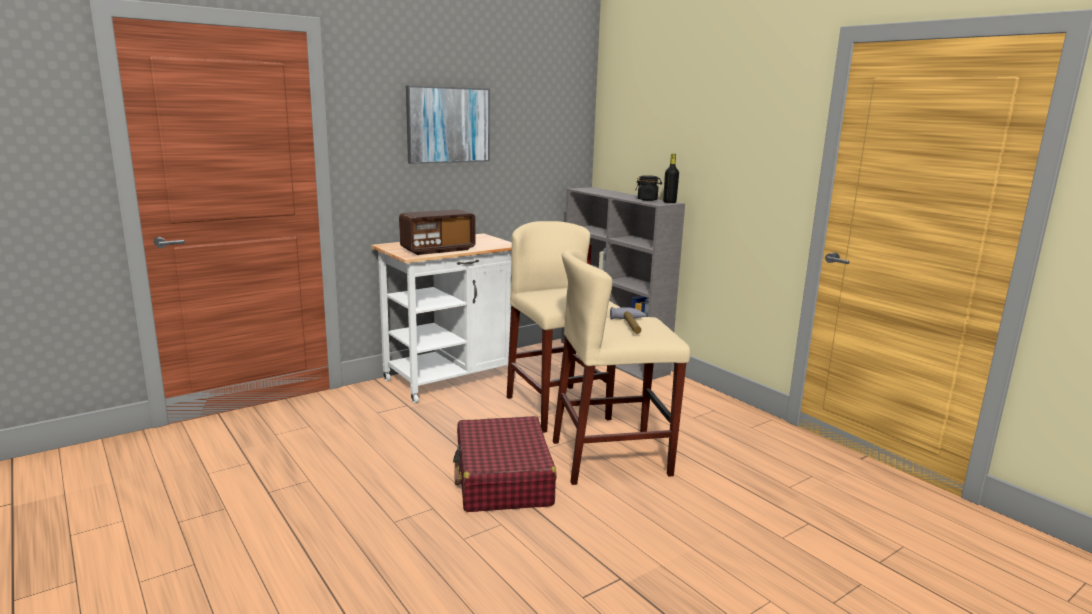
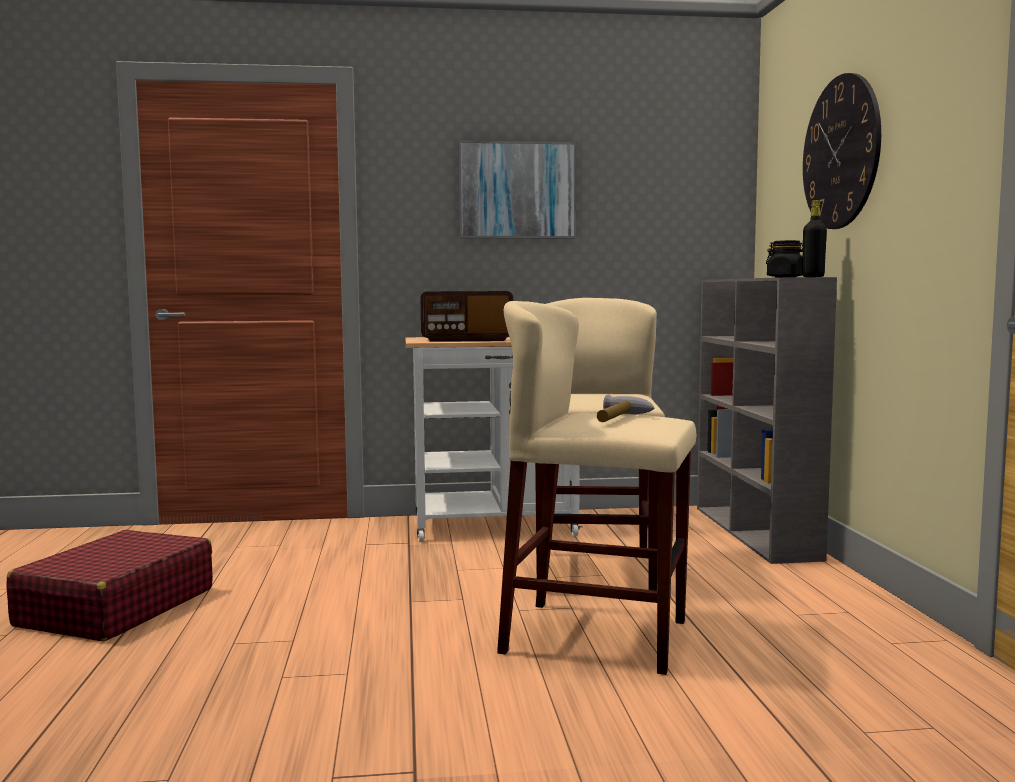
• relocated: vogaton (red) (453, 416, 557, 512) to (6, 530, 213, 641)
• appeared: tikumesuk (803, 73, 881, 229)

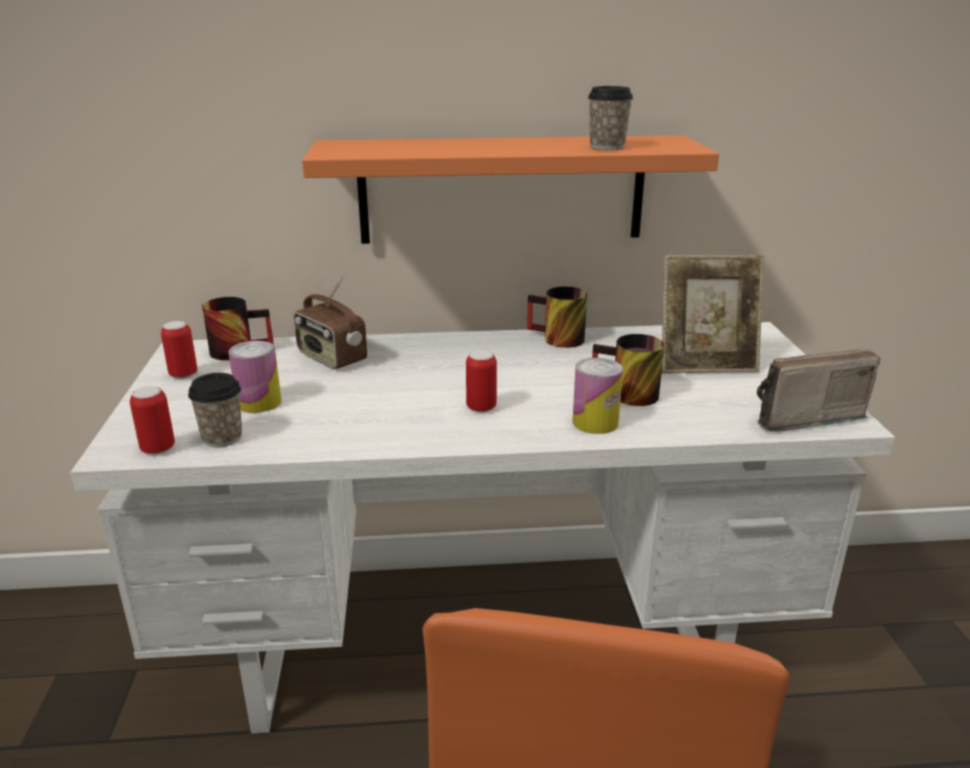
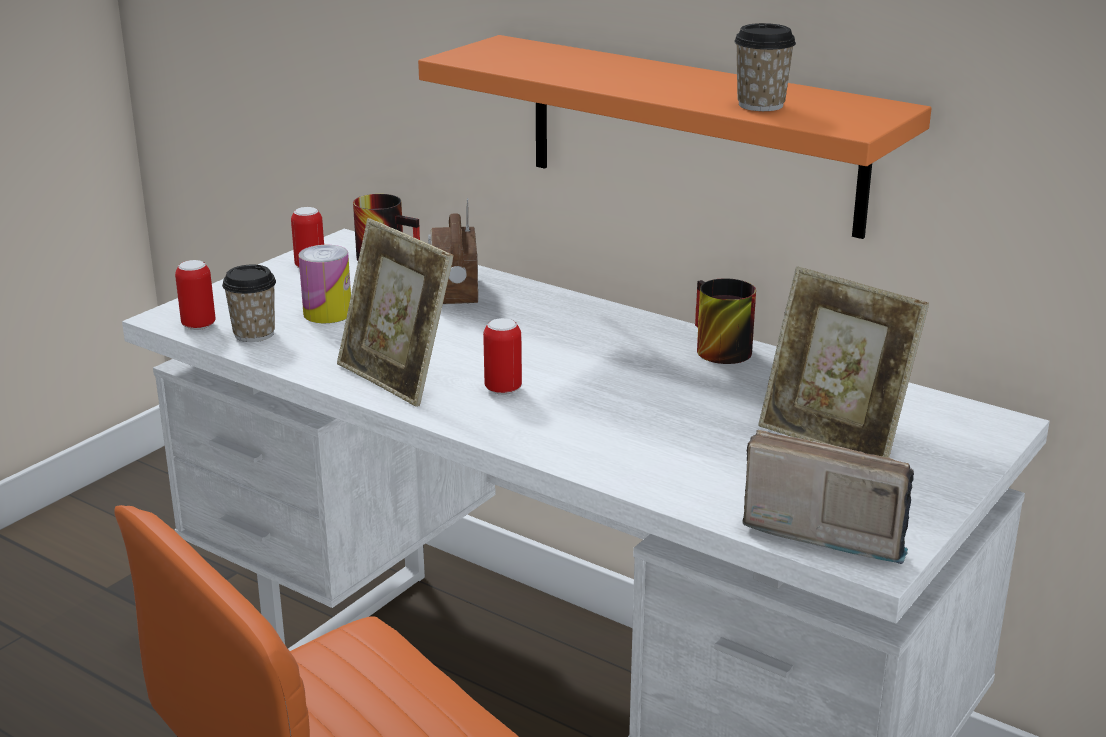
• missing: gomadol (592, 334, 665, 406)
• missing: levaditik (573, 358, 623, 434)
• appeared: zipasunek (337, 218, 454, 407)

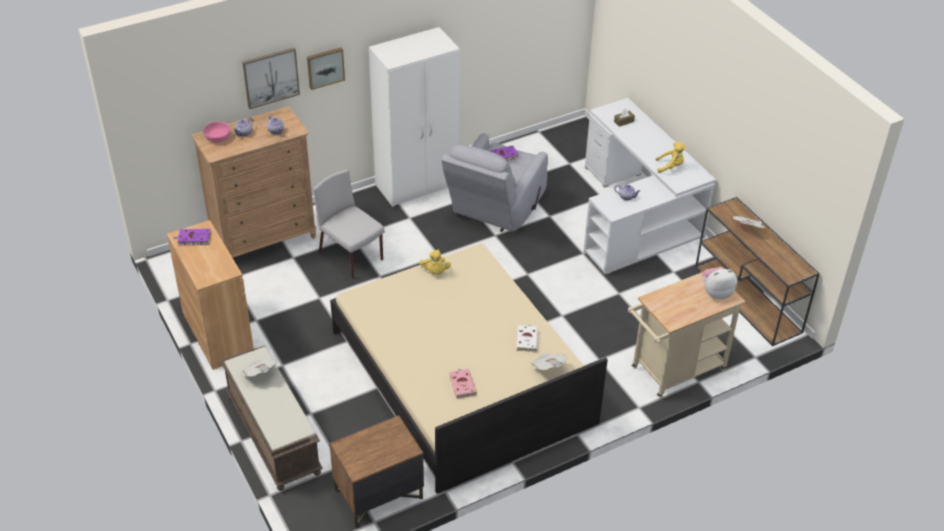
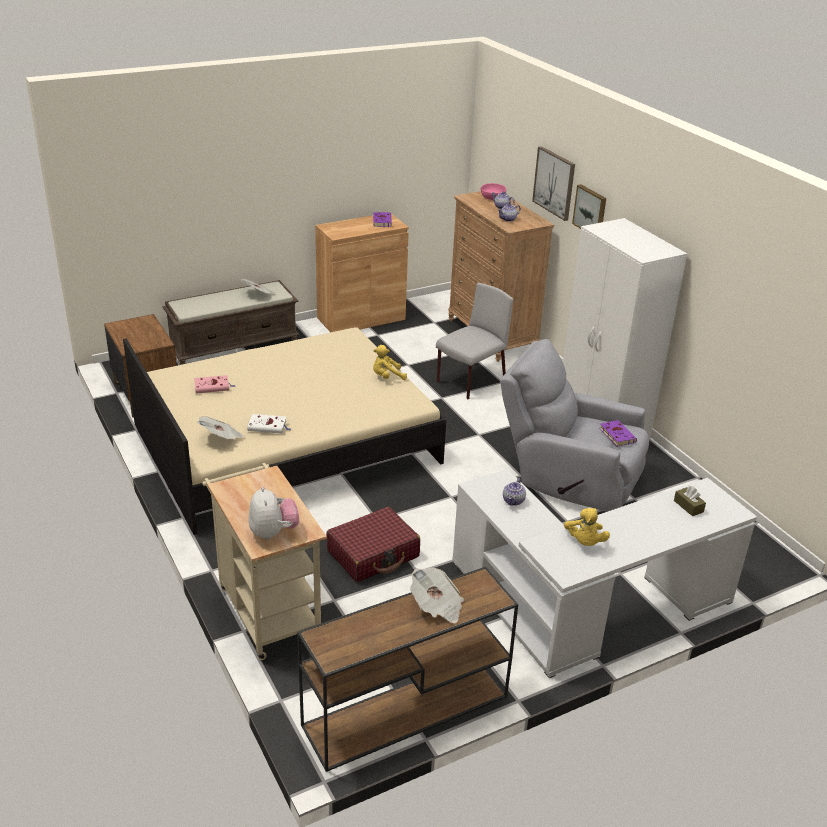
• appeared: vogaton (red) (326, 507, 420, 582)

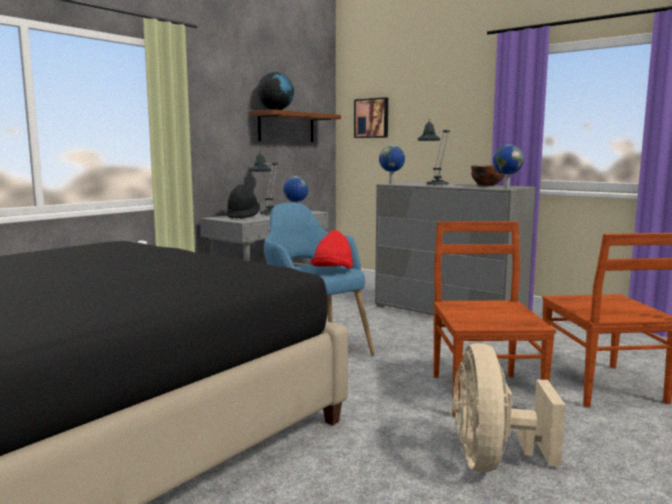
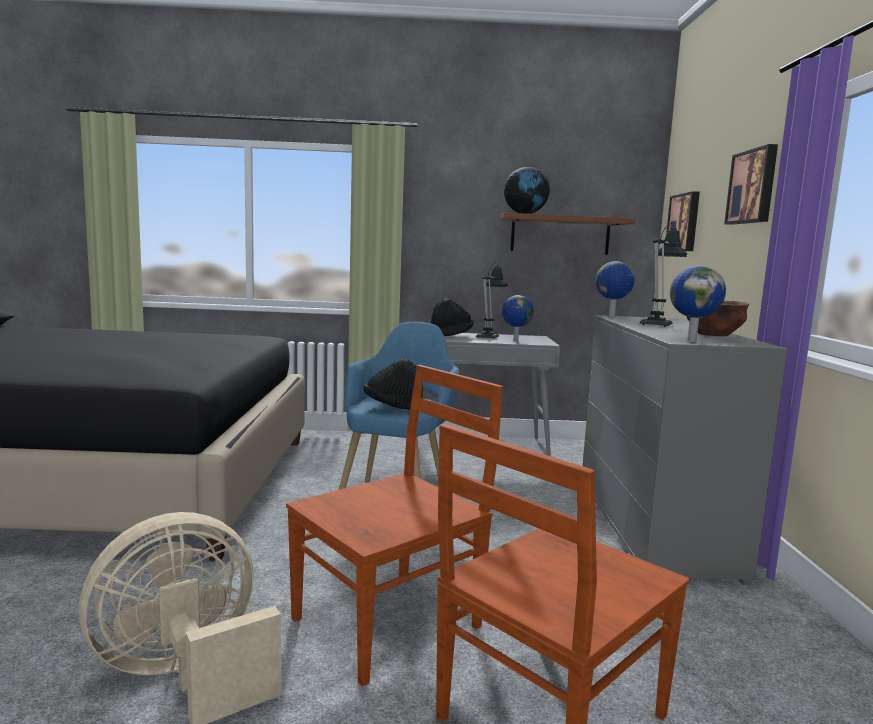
• colour: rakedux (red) (311, 230, 353, 269) to rakedux (black) (364, 359, 423, 410)
• appeared: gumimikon (724, 144, 778, 225)

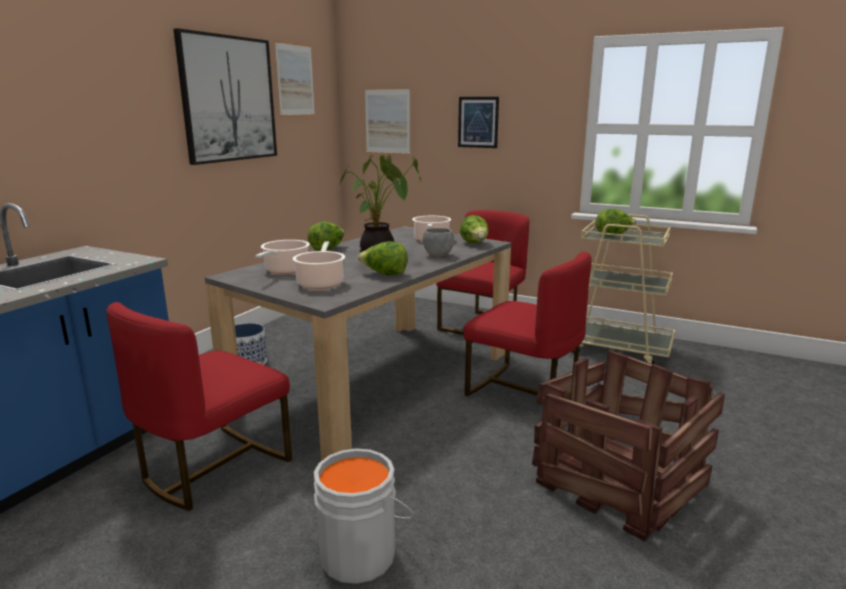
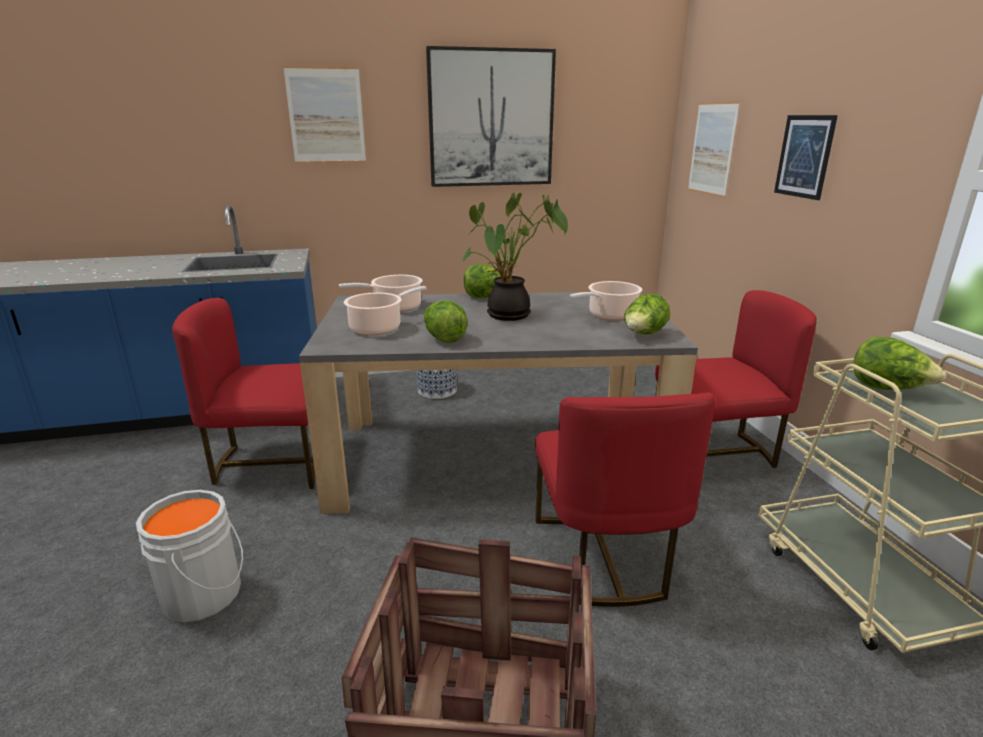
• relocated: gumimikon (275, 41, 315, 117) to (283, 66, 366, 164)
• missing: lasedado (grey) (423, 228, 454, 257)

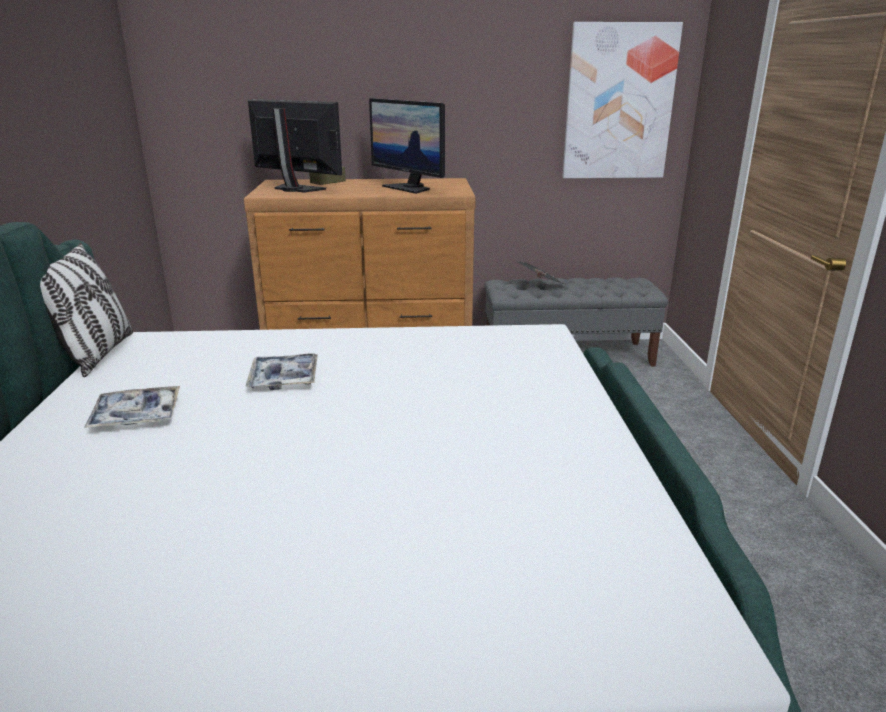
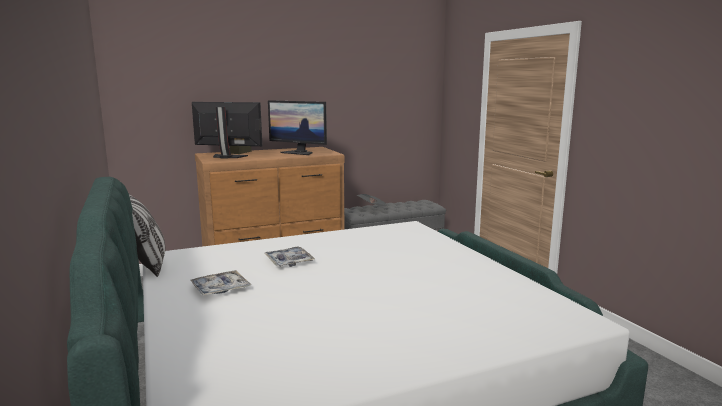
• missing: gumimikon (562, 22, 683, 179)

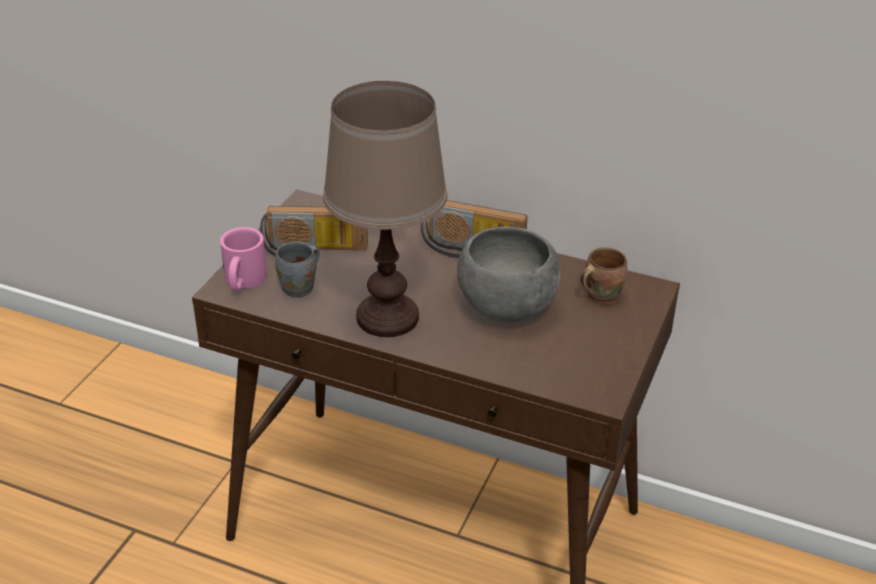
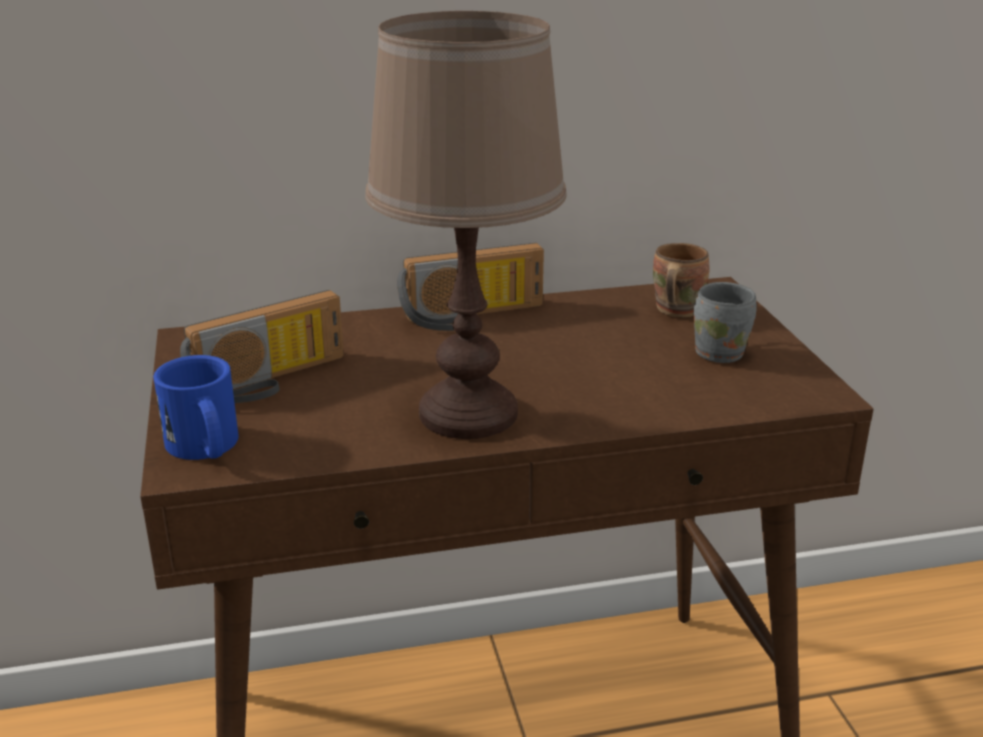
• colour: gomadol (pink) (220, 227, 267, 292) to gomadol (blue) (153, 355, 239, 460)
• missing: lasedado (grey) (457, 227, 561, 322)
• relocated: gomadol (grey) (275, 241, 320, 297) to (694, 282, 757, 363)

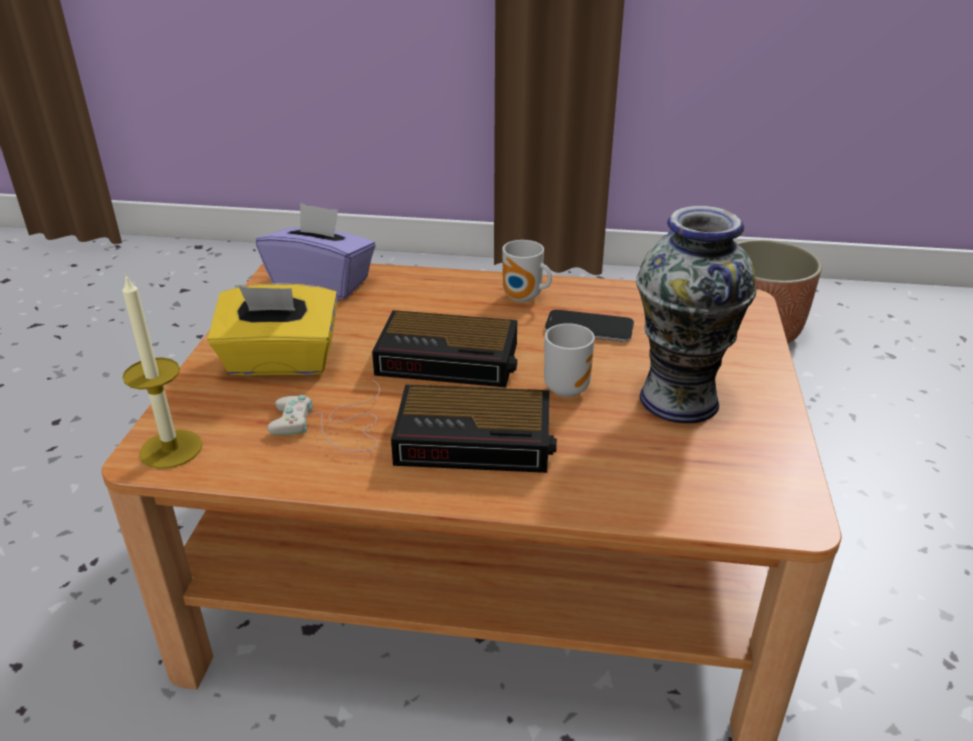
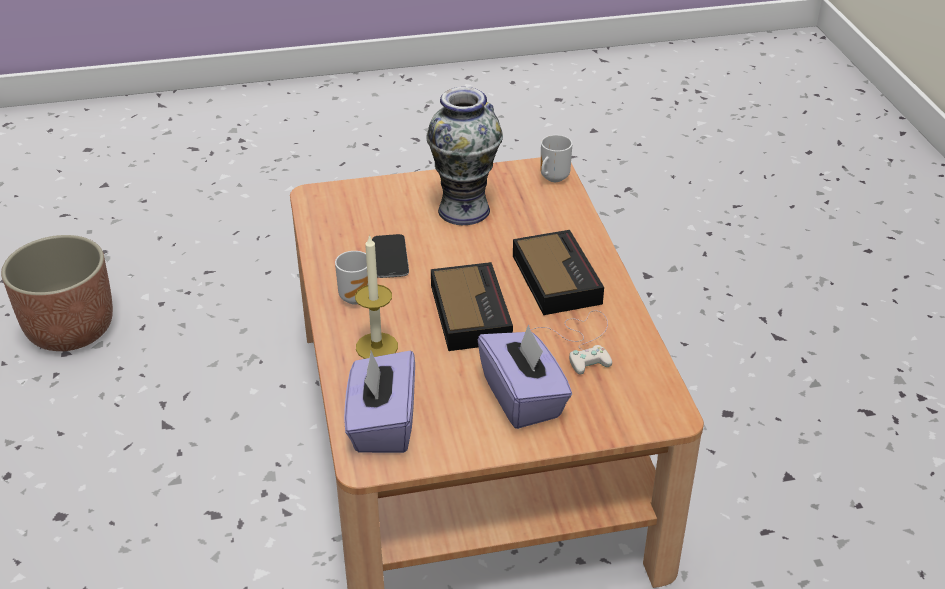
• relocated: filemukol (122, 274, 203, 469) to (355, 234, 398, 359)
• colour: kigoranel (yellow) (208, 283, 338, 376) to kigoranel (purple) (478, 324, 572, 429)
• relocated: gomadol (544, 323, 595, 397) to (540, 135, 573, 182)

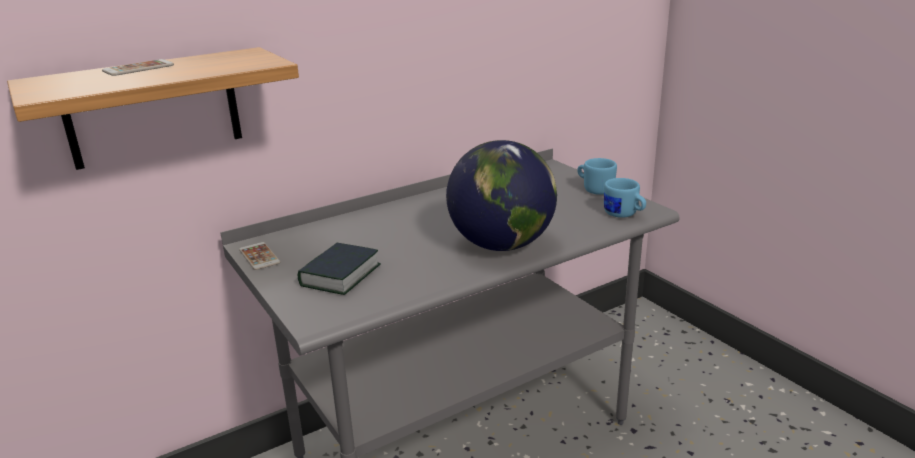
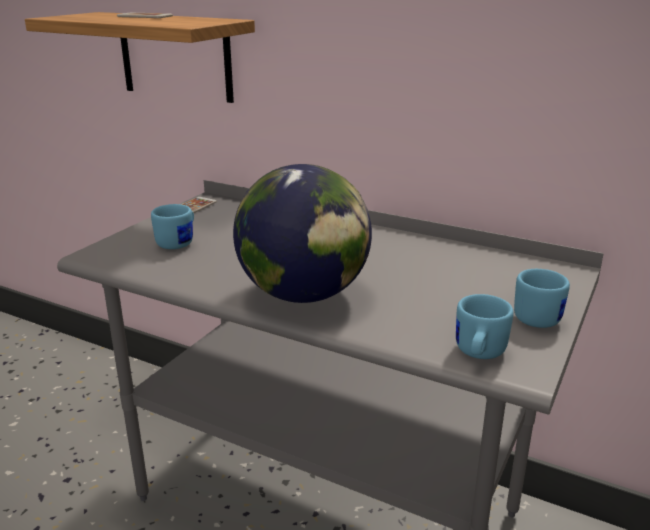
• exchanged: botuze (298, 243, 380, 295) to gomadol (blue) (151, 204, 194, 249)

